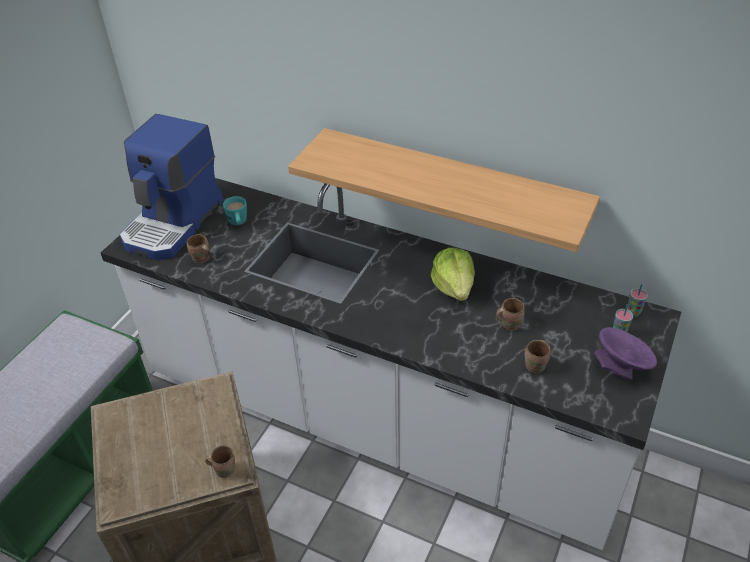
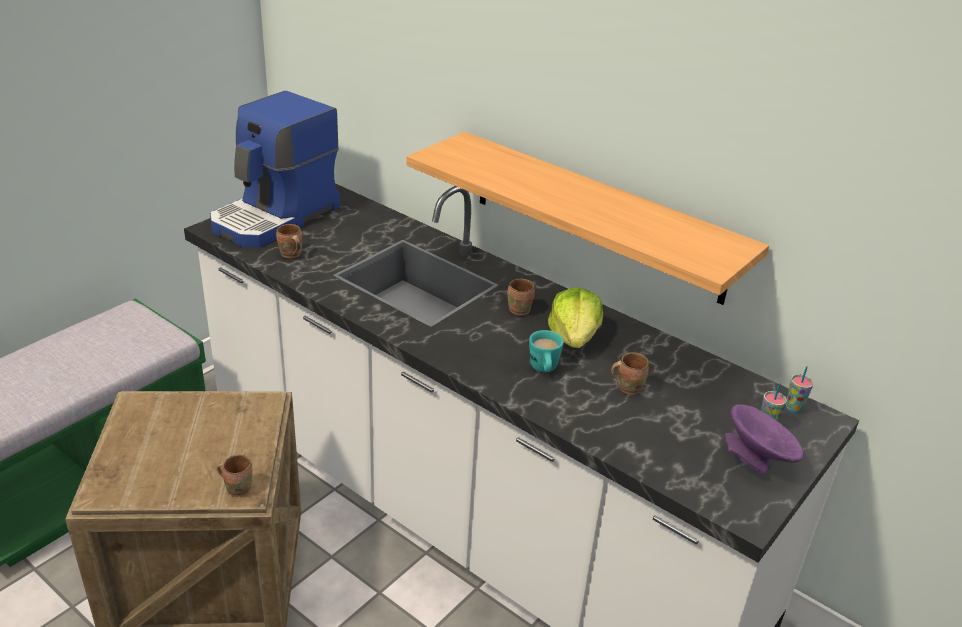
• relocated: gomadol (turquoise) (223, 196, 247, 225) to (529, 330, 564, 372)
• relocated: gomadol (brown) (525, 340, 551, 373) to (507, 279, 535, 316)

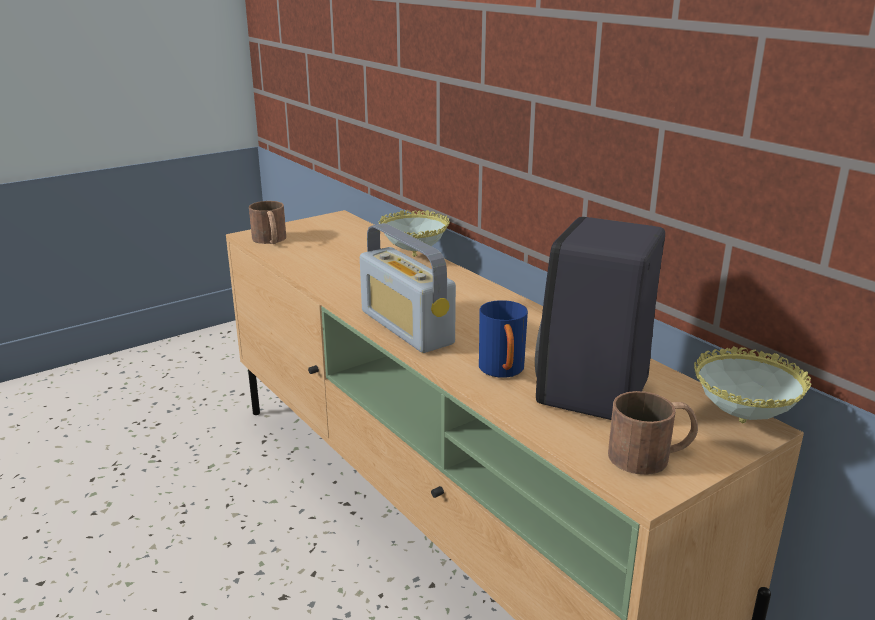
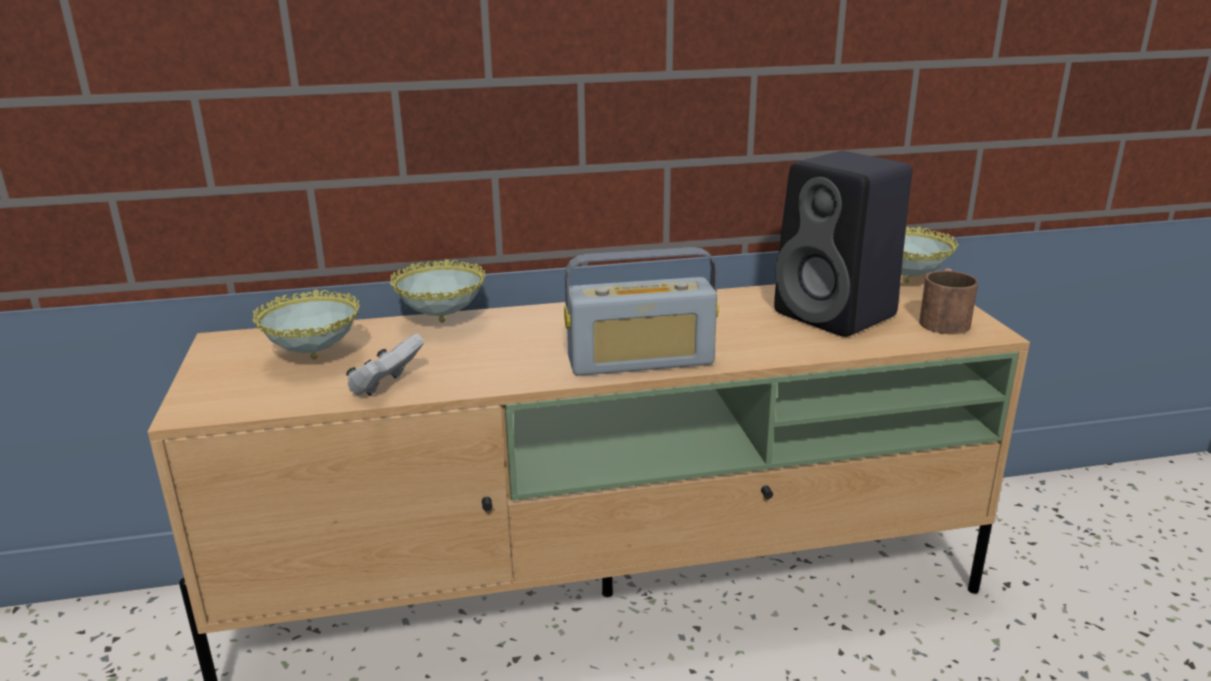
• missing: gomadol (brown) (249, 201, 286, 244)
• missing: gomadol (blue) (479, 300, 528, 378)
• appeared: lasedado (253, 289, 360, 360)
• appeared: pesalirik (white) (346, 334, 424, 396)

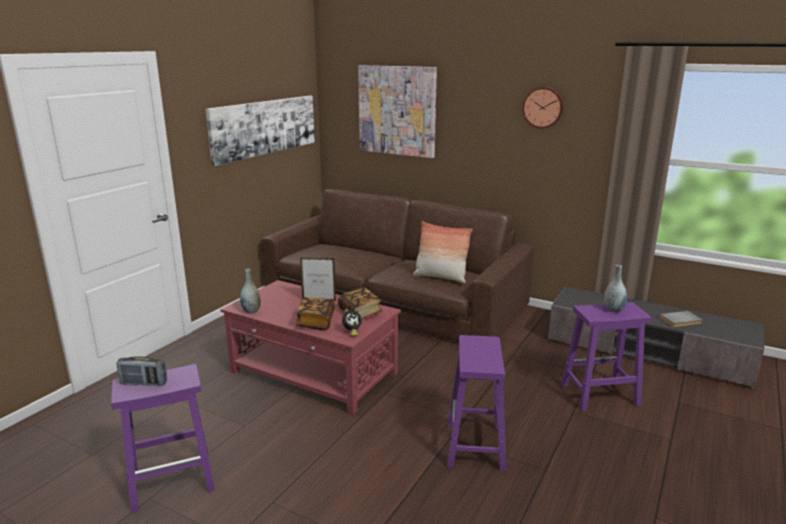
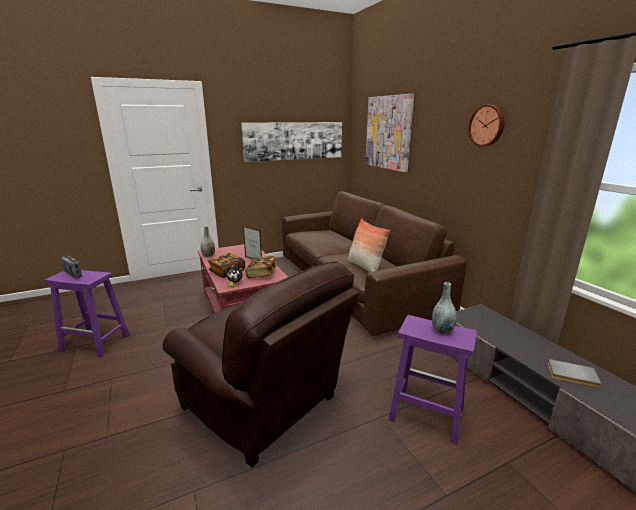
• exchanged: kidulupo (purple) (447, 335, 506, 471) to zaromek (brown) (163, 262, 359, 468)

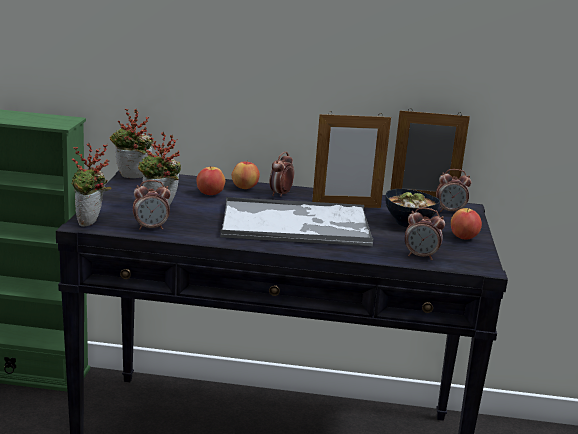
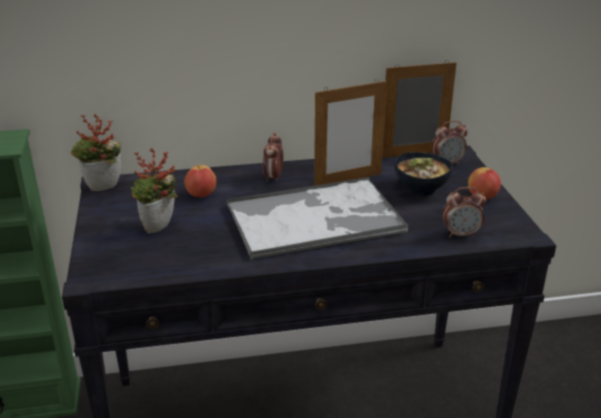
• missing: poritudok (72, 143, 112, 227)
• missing: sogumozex (232, 160, 260, 189)
• missing: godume (133, 180, 171, 230)

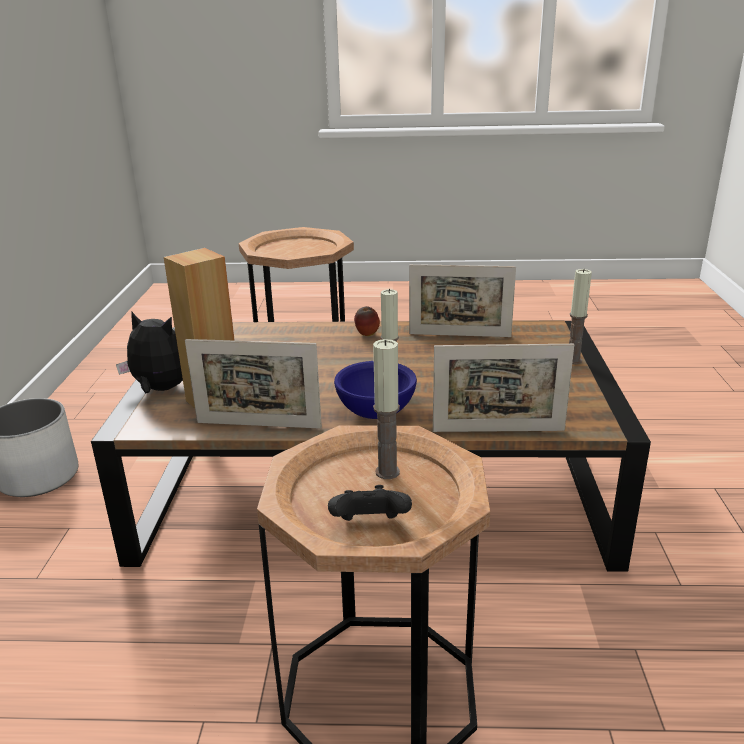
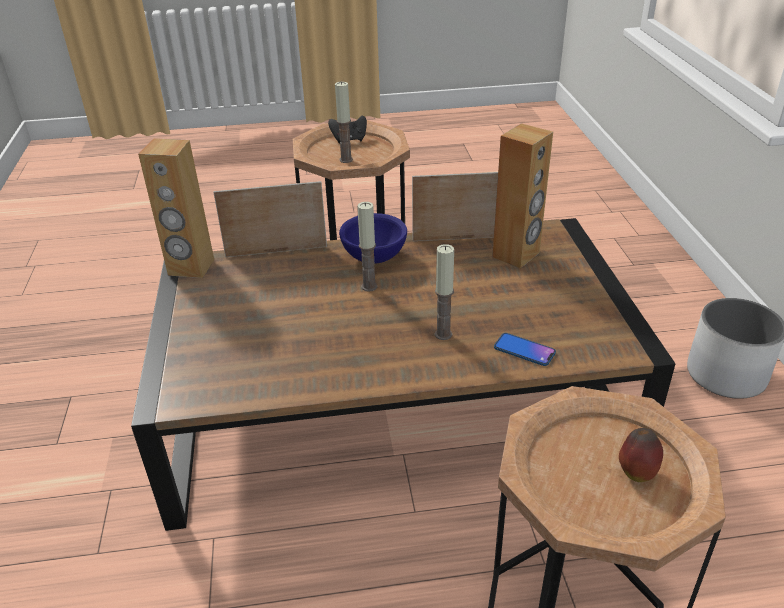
• missing: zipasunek (409, 264, 516, 337)
• relocated: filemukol (569, 268, 592, 364) to (435, 244, 454, 340)
• relocated: sogumozex (354, 306, 380, 336) to (619, 428, 663, 482)
• missing: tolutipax (116, 312, 183, 393)
• appeared: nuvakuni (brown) (138, 138, 214, 278)
• appeared: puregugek (494, 333, 556, 366)

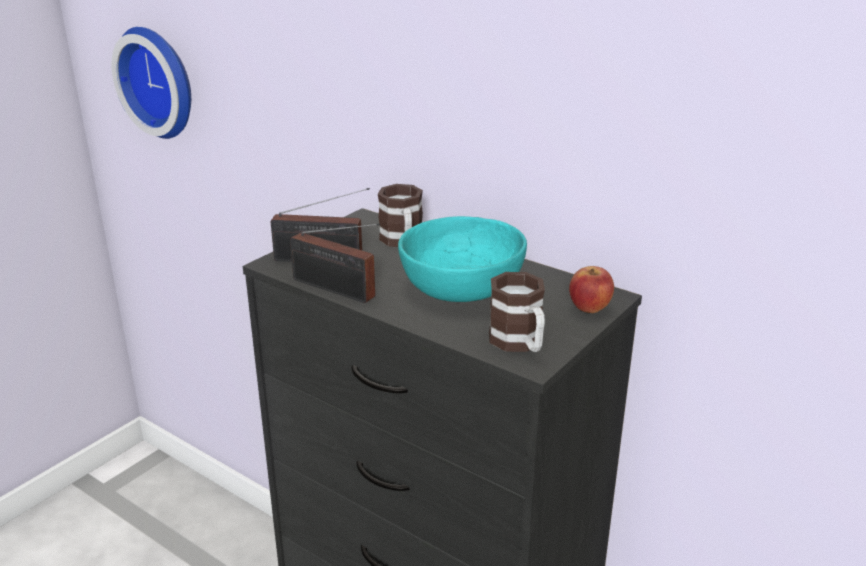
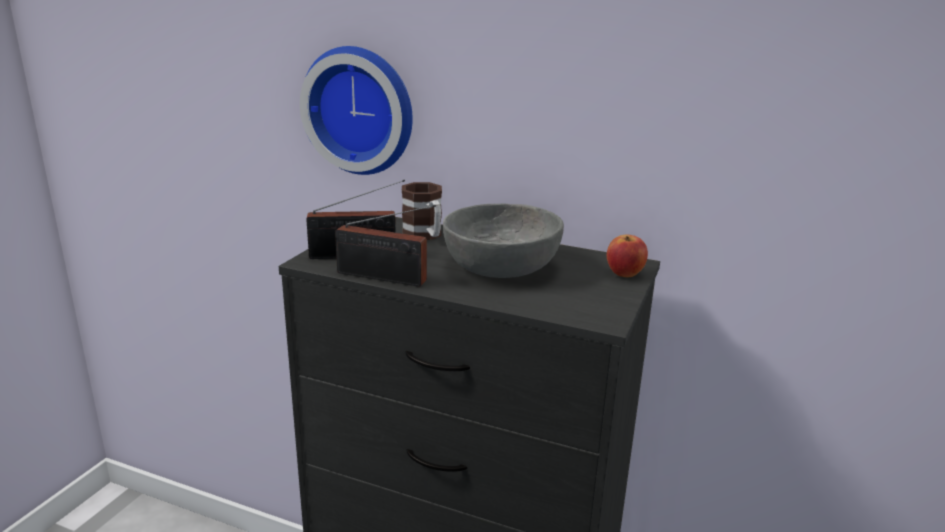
• relocated: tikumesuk (112, 27, 191, 139) to (300, 46, 413, 175)
• colour: lasedado (turquoise) (398, 216, 527, 302) to lasedado (grey) (443, 203, 564, 278)
• missing: gomadol (489, 272, 545, 352)

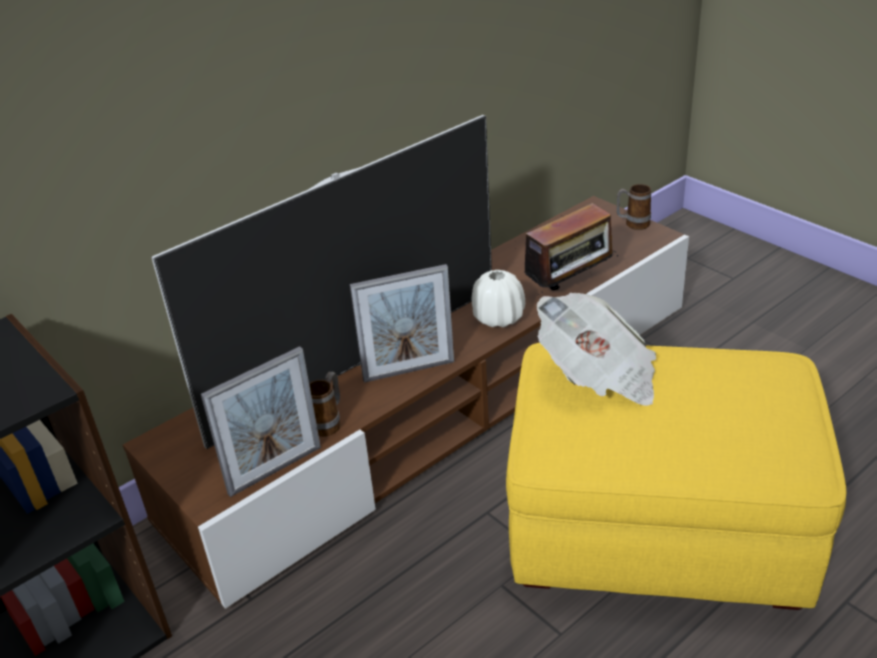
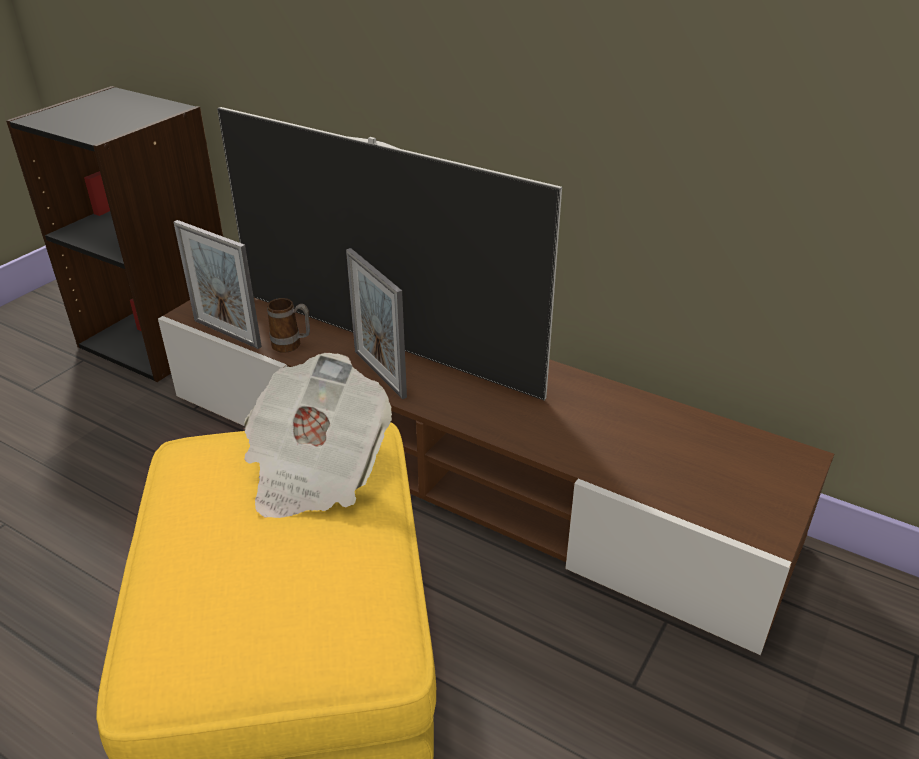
• missing: gomadol (617, 184, 651, 230)
• missing: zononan (525, 203, 618, 295)
• missing: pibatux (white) (472, 270, 525, 327)

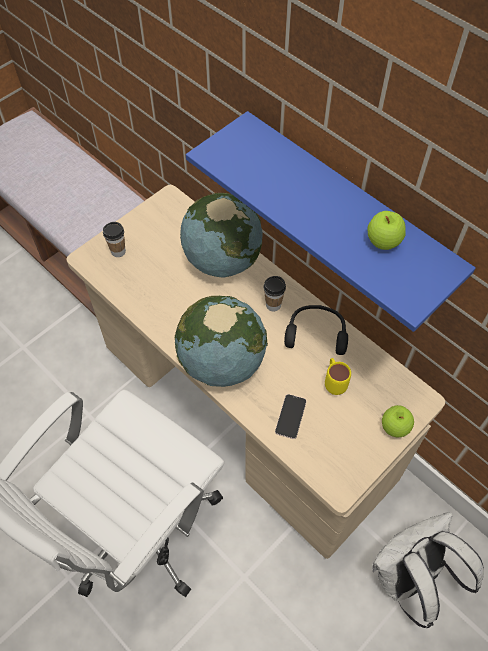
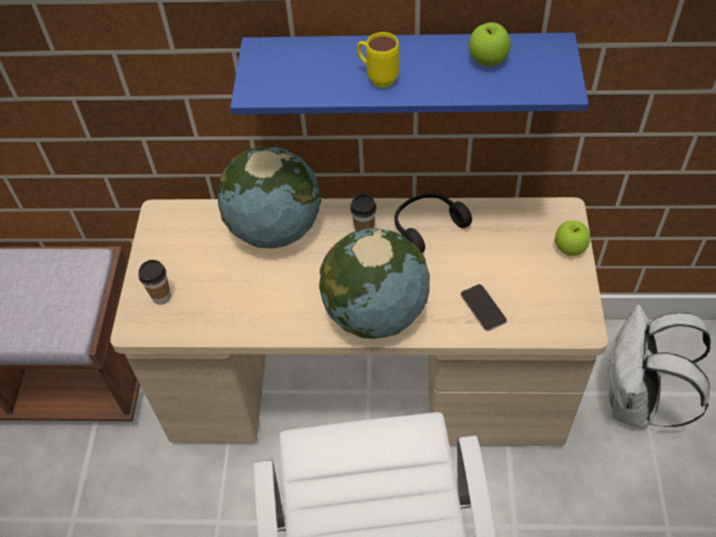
• relocated: gomadol (yellow) (325, 358, 351, 395) to (357, 32, 399, 88)

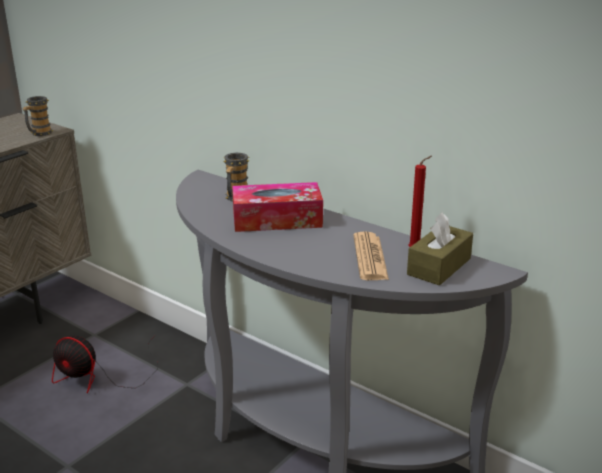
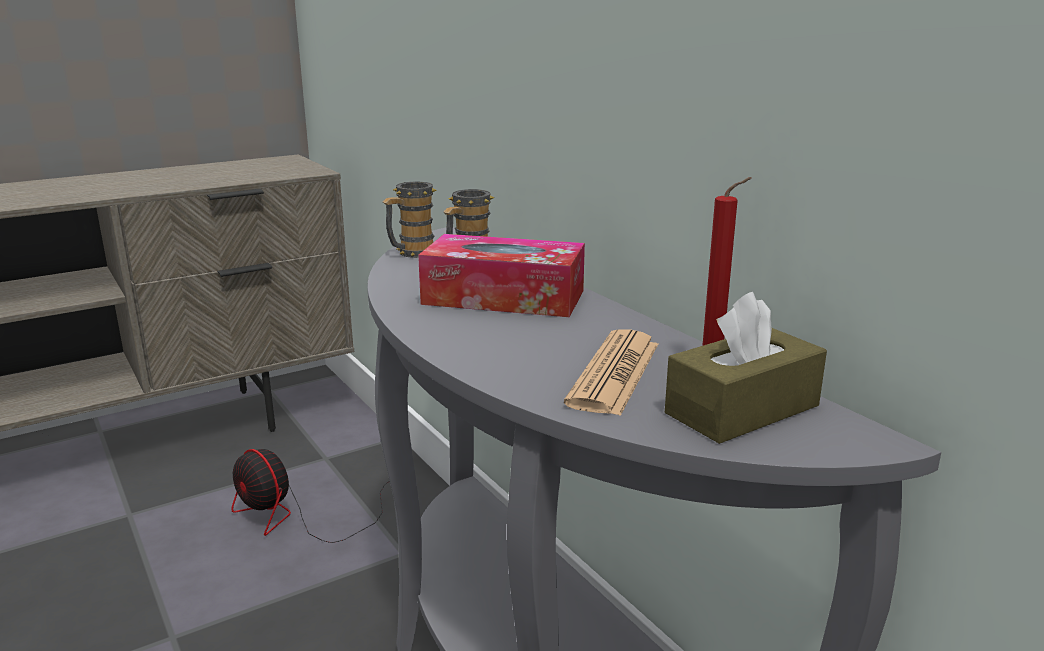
• relocated: gomadol (22, 96, 53, 136) to (383, 182, 436, 258)

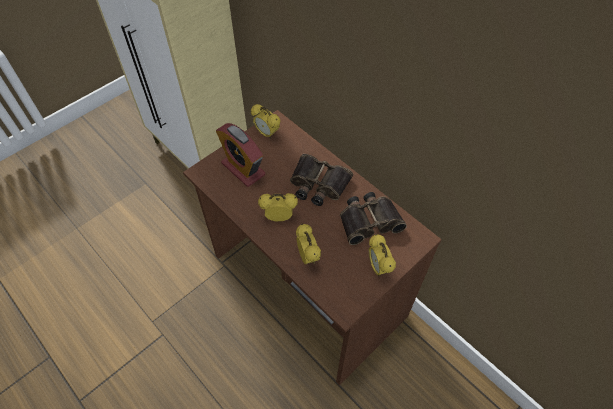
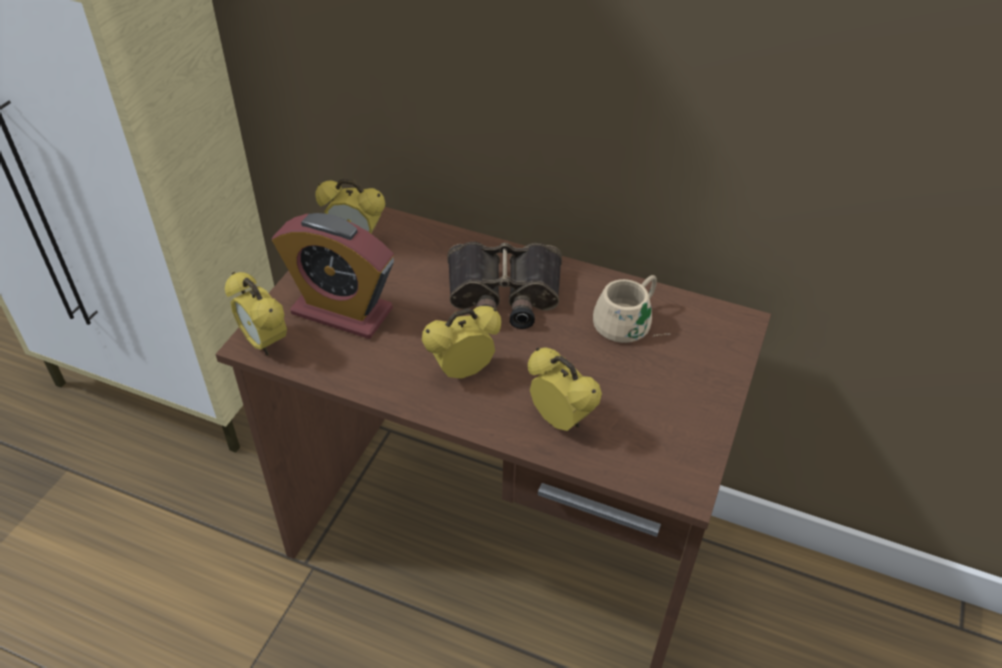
• exchanged: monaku (340, 192, 407, 245) to gomadol (beige) (593, 275, 670, 343)
• relocated: godume (369, 234, 396, 277) to (225, 272, 287, 356)

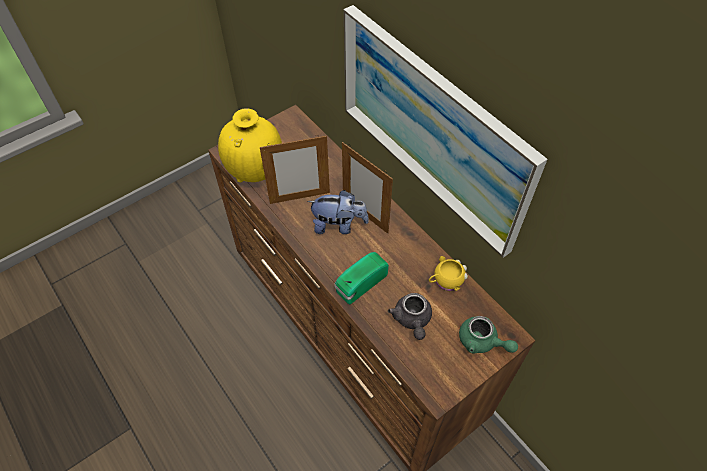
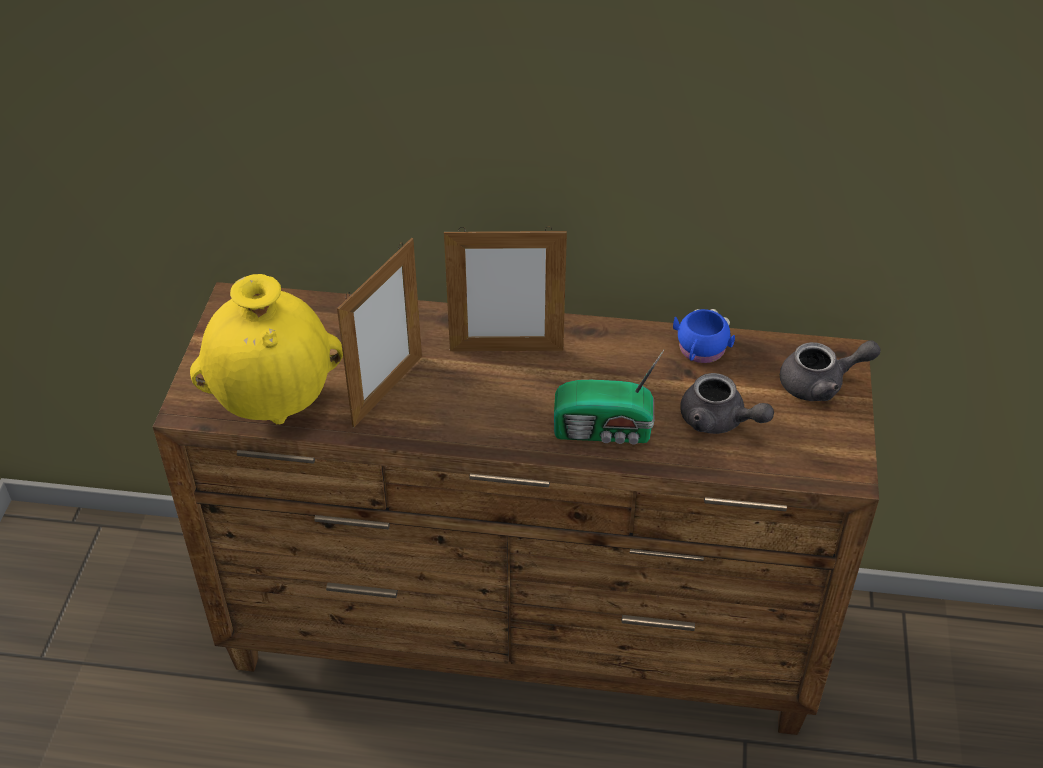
• missing: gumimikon (344, 5, 547, 258)
• missing: tolutipax (307, 190, 369, 234)
• spun: zononan (335, 252, 389, 305) = (554, 350, 664, 445) 90 degrees counterclockwise
• colour: gomadol (yellow) (429, 256, 468, 291) to gomadol (blue) (673, 309, 735, 363)
• colour: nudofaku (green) (459, 316, 518, 354) to nudofaku (grey) (780, 340, 880, 401)

